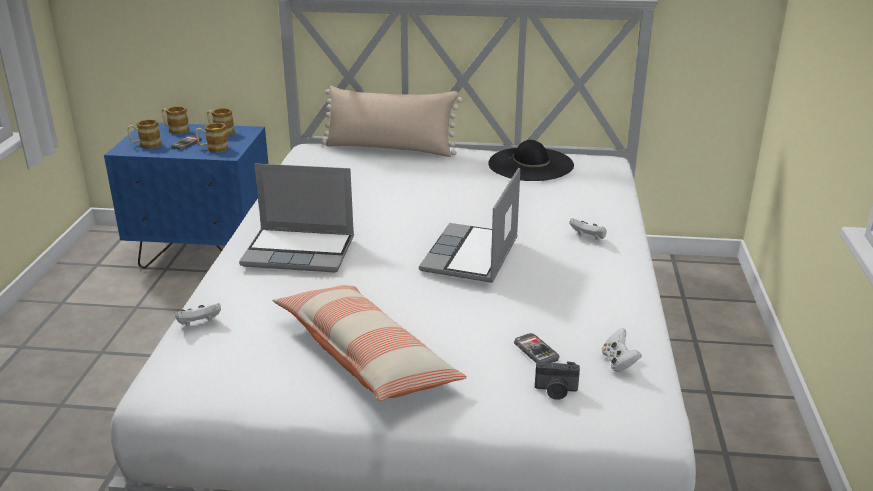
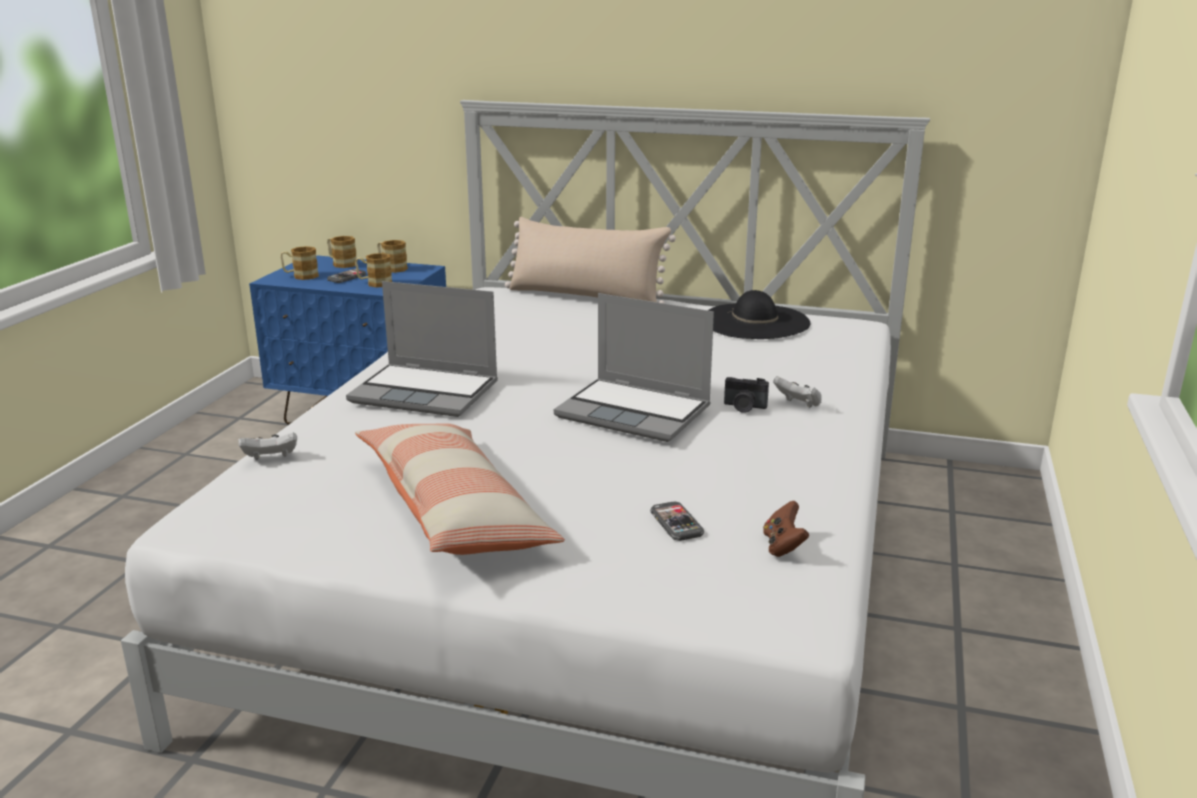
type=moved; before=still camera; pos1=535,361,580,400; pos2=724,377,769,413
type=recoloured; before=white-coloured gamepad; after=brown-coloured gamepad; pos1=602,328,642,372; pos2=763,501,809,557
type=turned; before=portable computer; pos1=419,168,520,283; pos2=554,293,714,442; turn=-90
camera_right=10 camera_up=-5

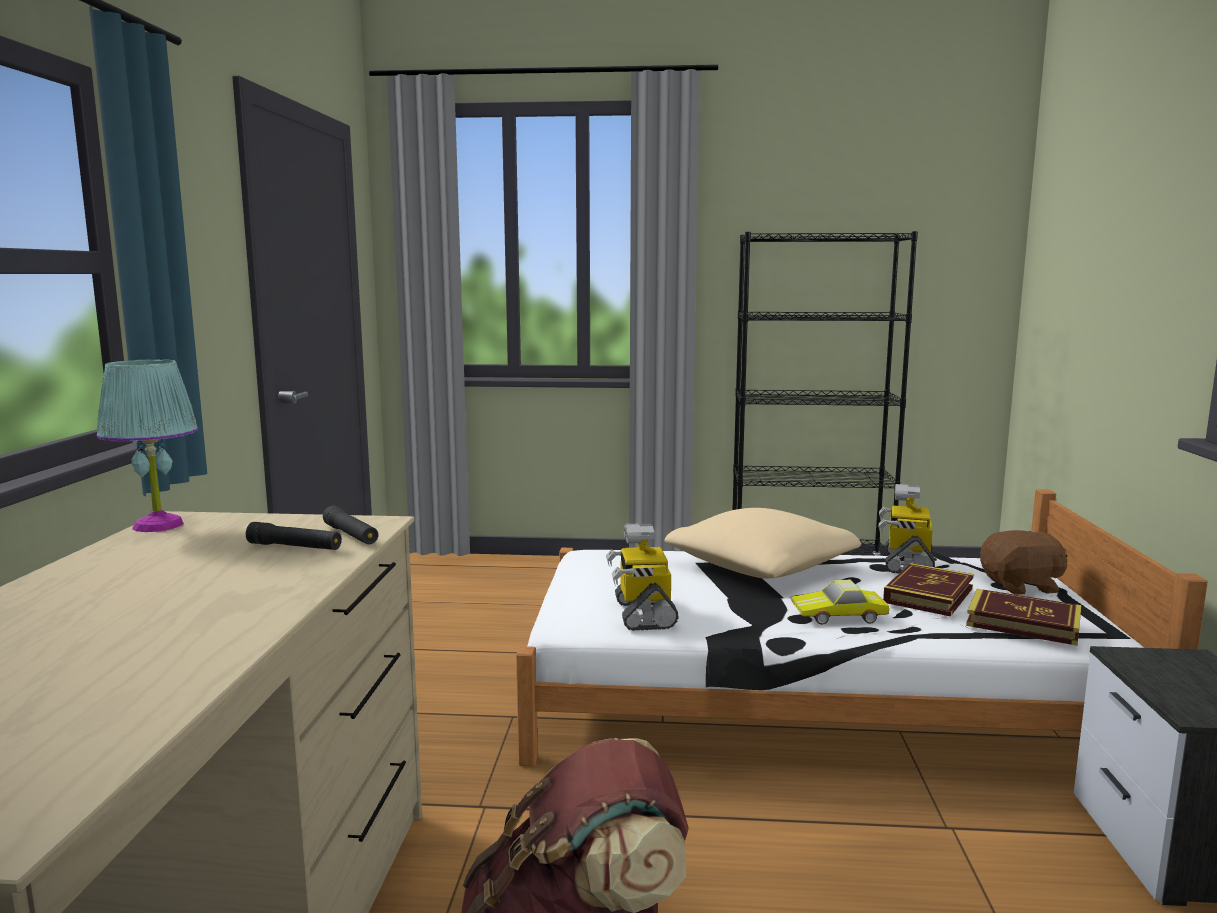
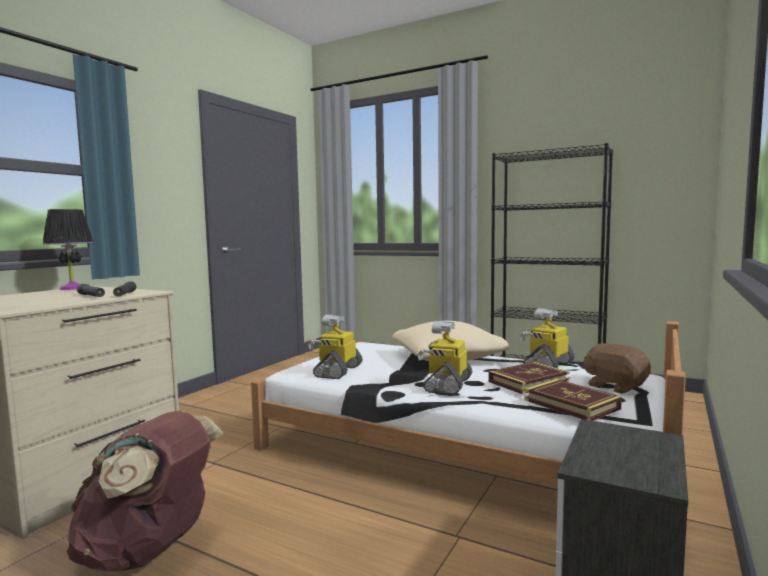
type=replaced; before=miniature car; after=robot figure; pos1=791,580,889,625; pos2=417,321,472,395
type=recoloured; before=blue-green table lamp; after=blackish table lamp; pos1=96,359,198,532; pos2=43,209,93,290
type=turned; before=brown-coloured cuddly toy; pos1=980,530,1067,595; pos2=583,343,651,394; turn=-150
camera_right=25 camera_up=-5

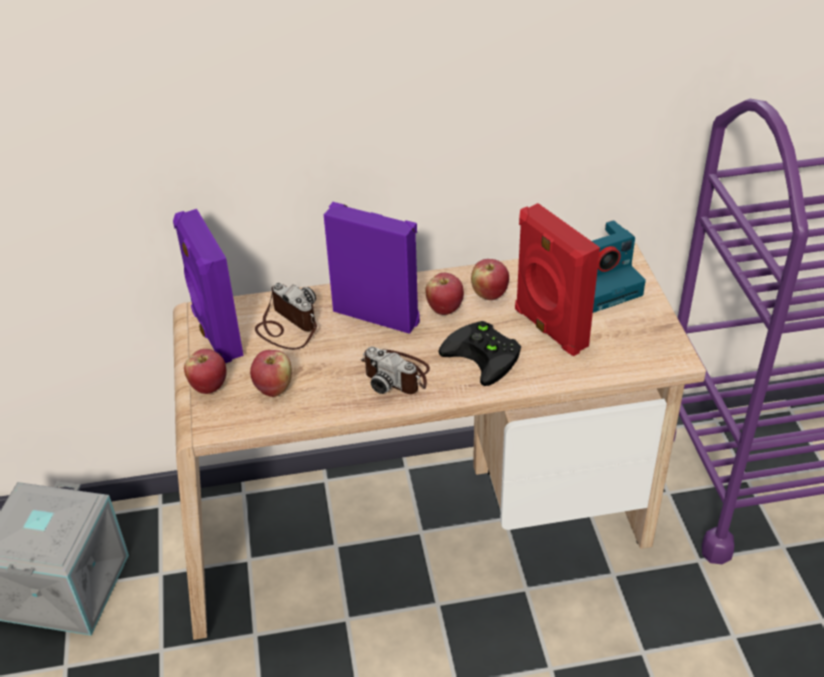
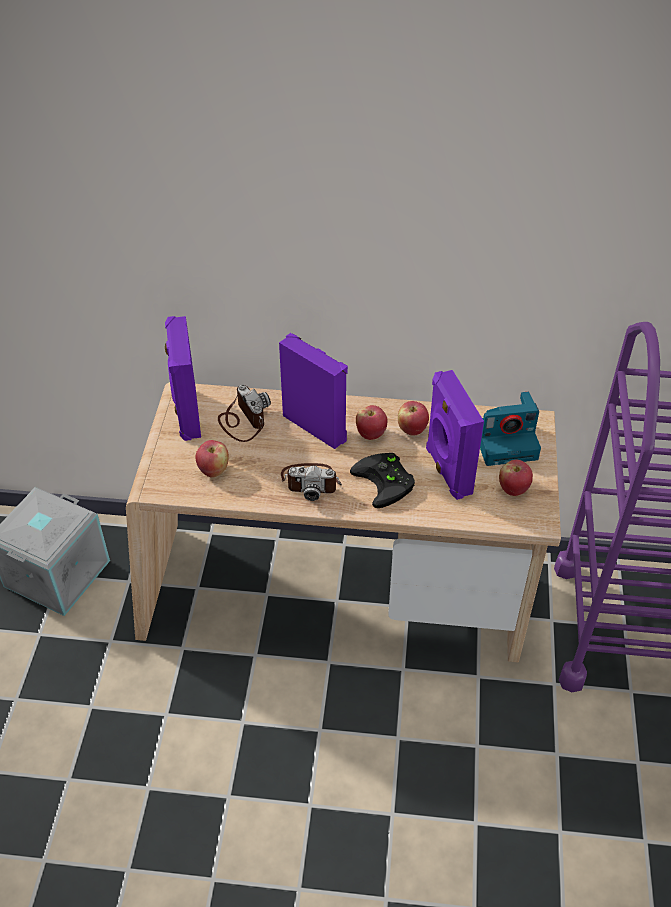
type=moved; before=apple fruit; pos1=184,349,227,394; pos2=499,460,533,496
type=recoloured; before=red speaker; after=purple-coloured speaker; pos1=515,203,600,356; pos2=426,370,484,500
type=turned; before=still camera; pos1=361,346,430,394; pos2=281,463,342,501; turn=-45
camera_right=15 camera_up=5

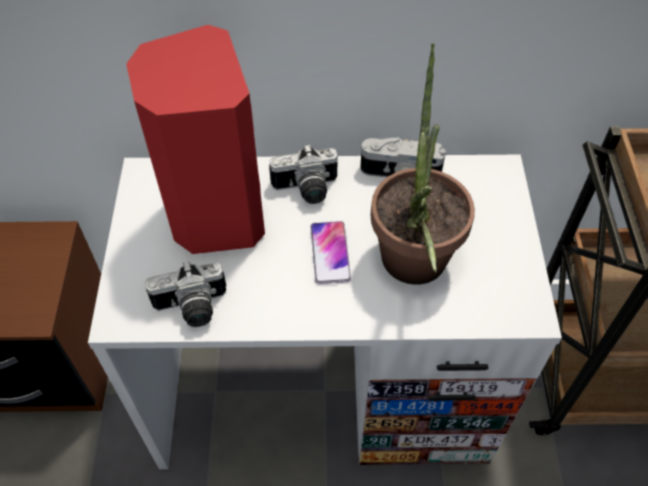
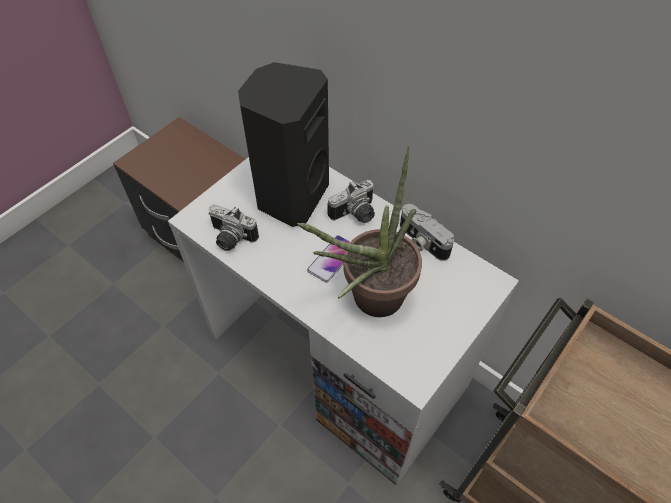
type=recoloured; before=red speaker; after=blackish speaker; pos1=126,25,265,254; pos2=238,62,329,227
type=turned; before=still camera; pos1=269,144,338,204; pos2=327,180,375,223; turn=-60
camera_right=40 camera_up=0

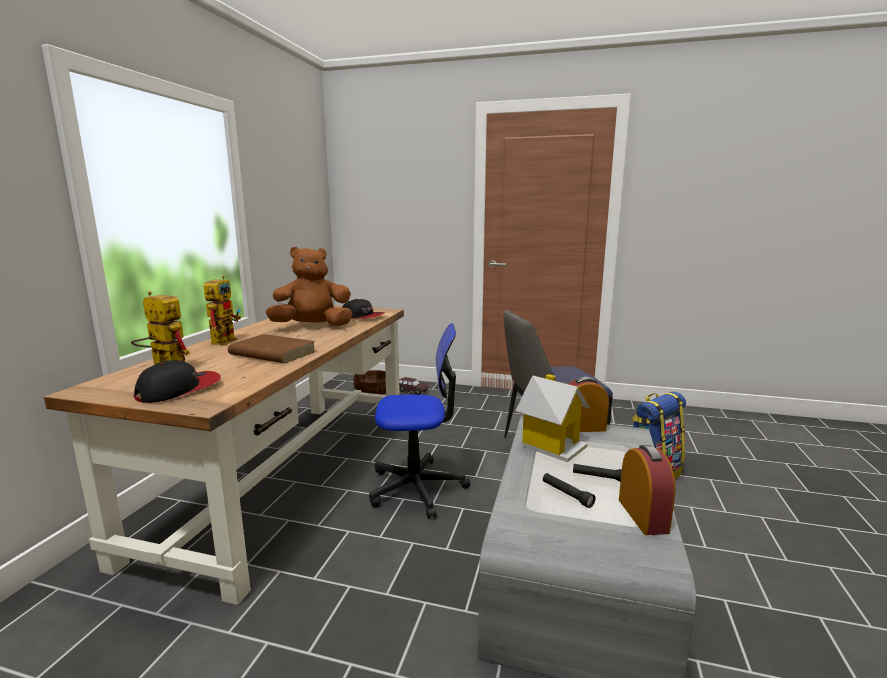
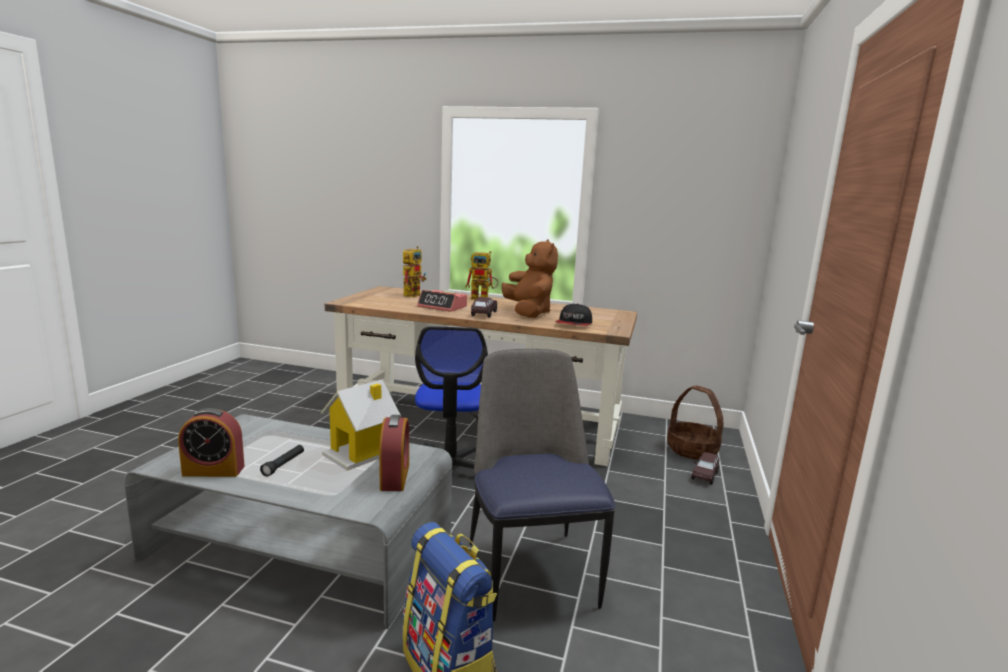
type=removed; before=cap; pos1=134,360,221,403
type=removed; before=blackish hand torch; pos1=543,473,596,508
type=added; after=brown-coloured miniature car; pos2=471,297,497,317
type=replaced; before=brown-coloured book; after=alarm clock; pos1=228,334,316,363; pos2=417,290,467,312
camera_right=90 camera_up=0

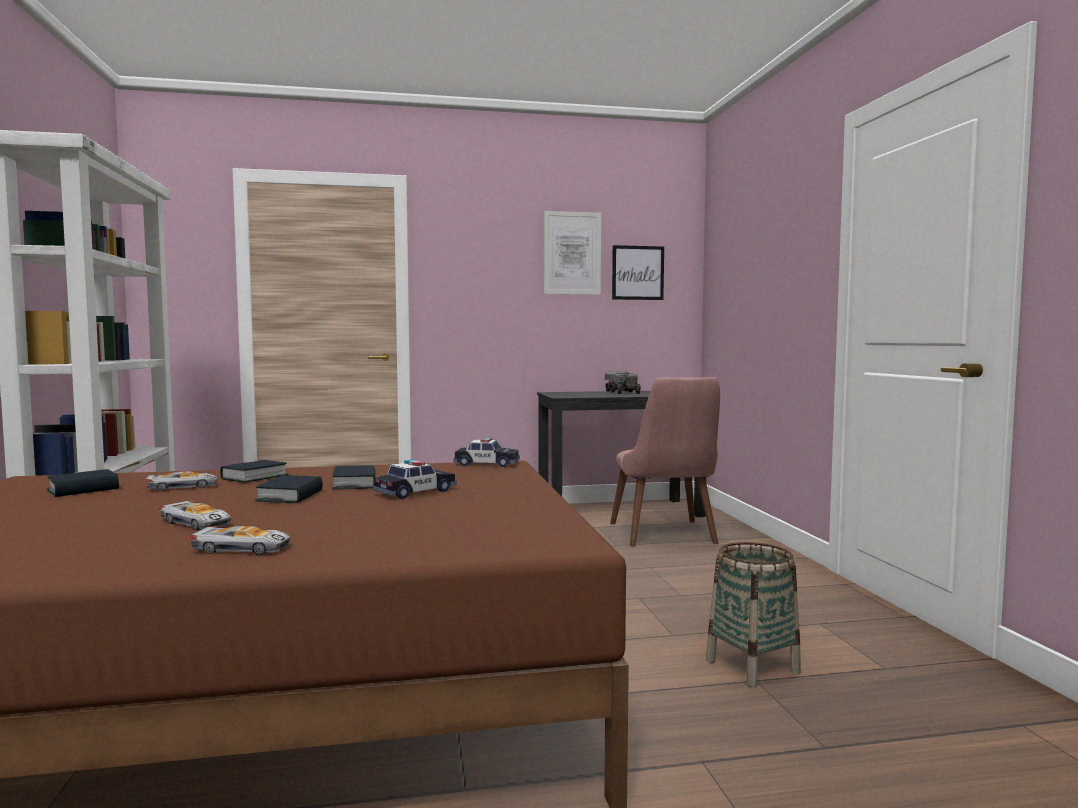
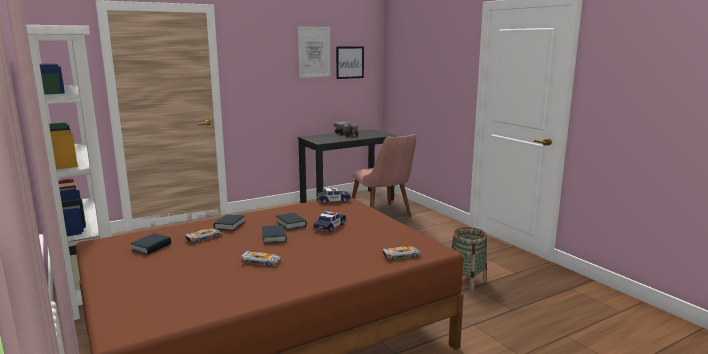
type=moved; before=miniature car; pos1=188,526,290,555; pos2=382,246,421,260
camera_right=-20 camera_up=10

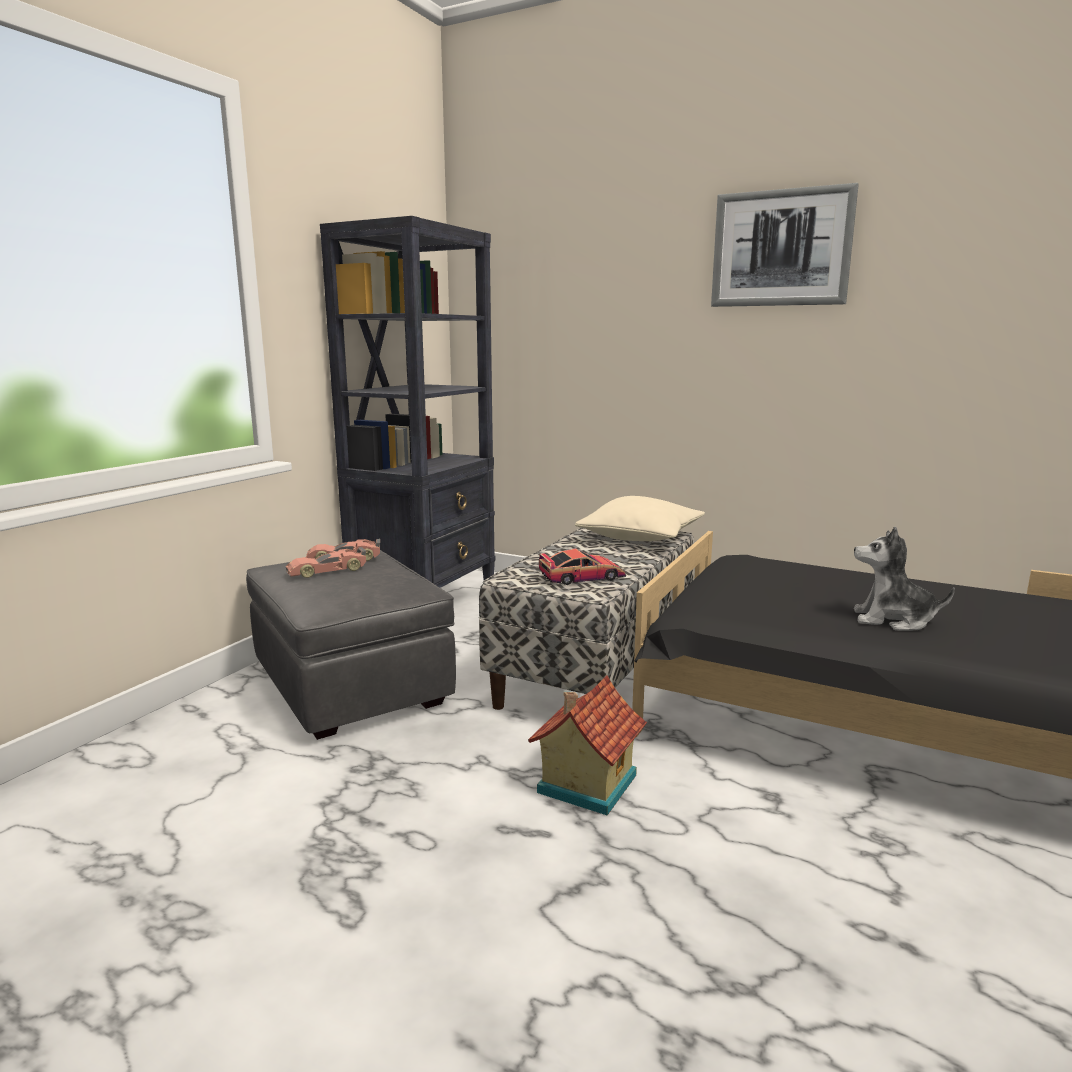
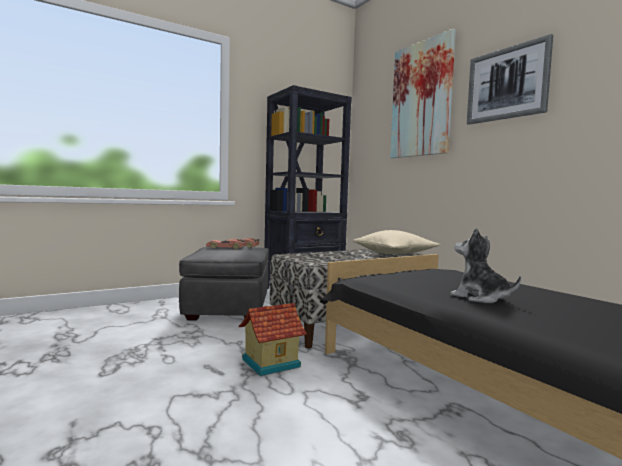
type=removed; before=miniature car; pos1=539,549,626,585
type=added; after=picture; pos2=390,29,456,158
camera_right=30 camera_up=-10

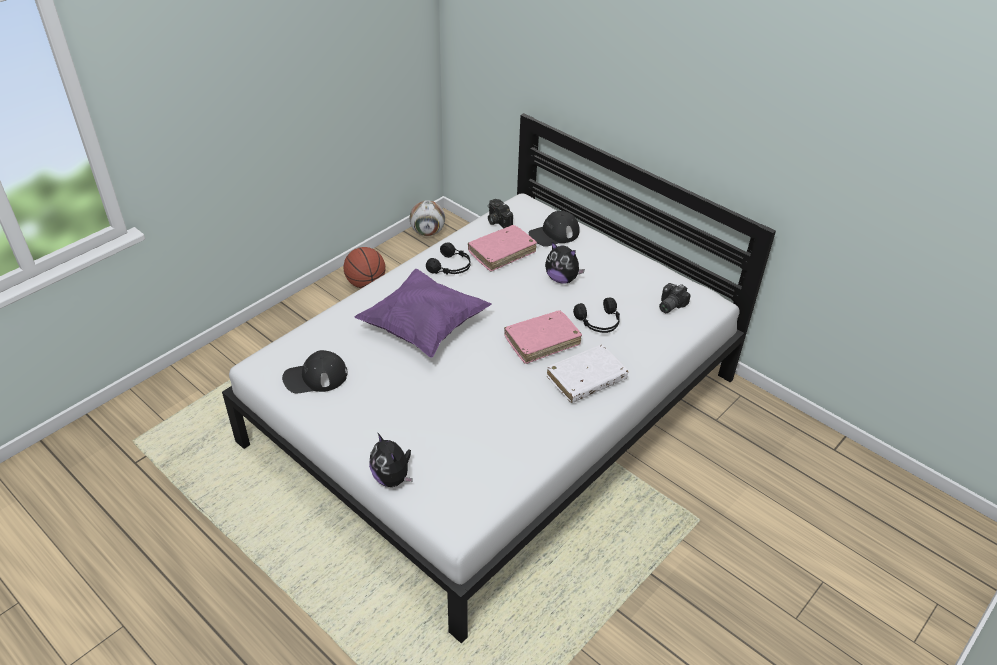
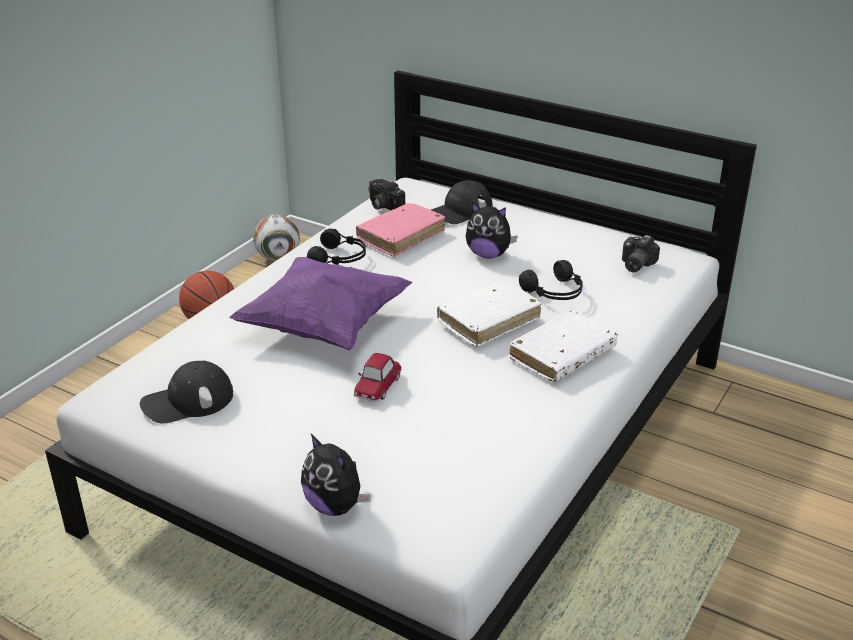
type=added; after=miniature car; pos2=354,353,402,402
type=recoloured; before=pink-coloured book; after=white-coloured book; pos1=504,310,582,364; pos2=437,281,542,347
camera_right=-10 camera_up=-10

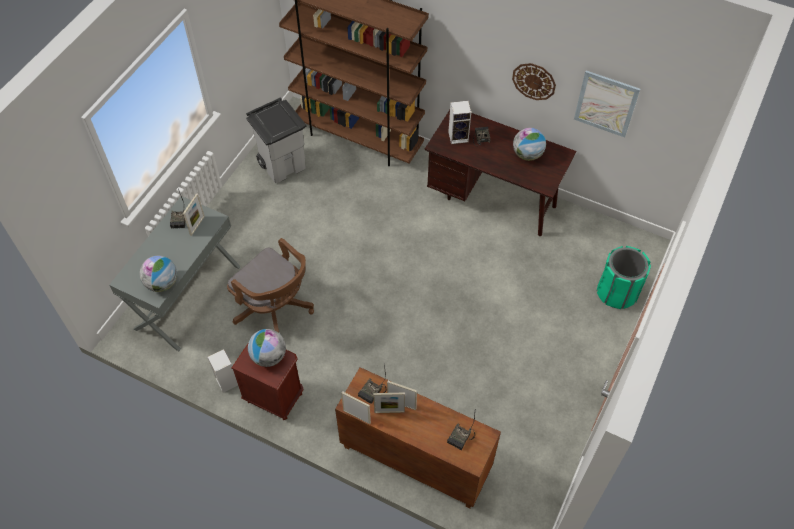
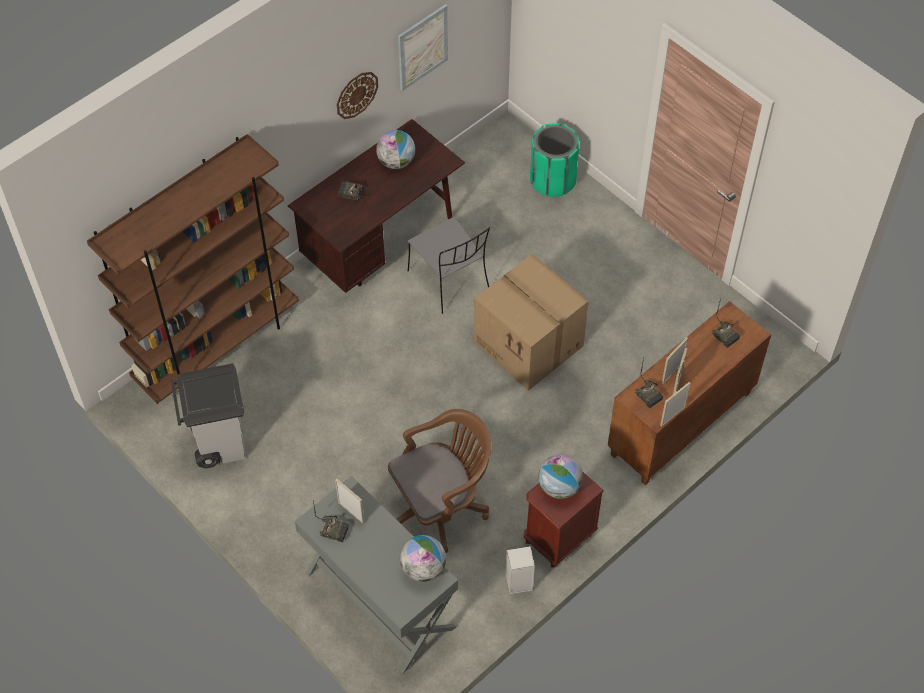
type=removed; before=speaker; pos1=449,101,471,144
type=added; after=grey plain chair; pos2=408,217,490,314
type=added; after=packing box; pos2=474,254,589,391
camera_right=-70 camera_up=0

